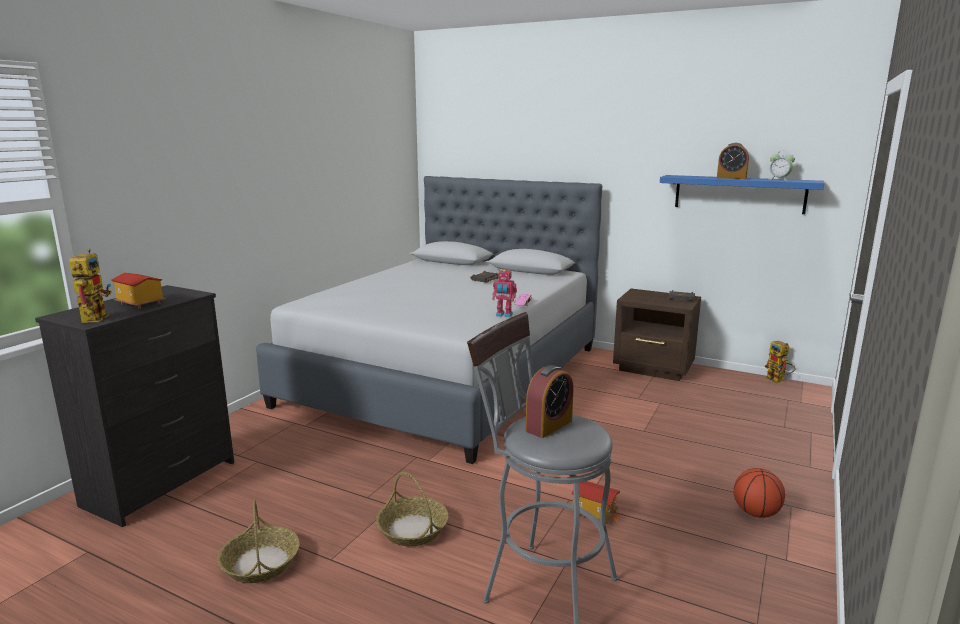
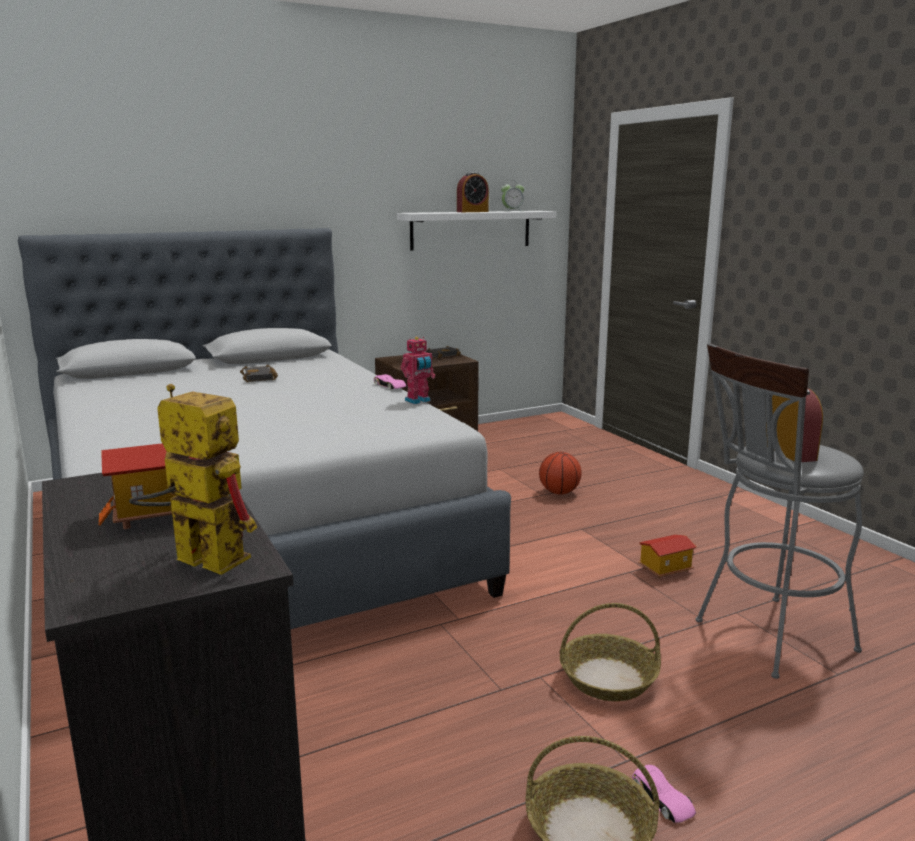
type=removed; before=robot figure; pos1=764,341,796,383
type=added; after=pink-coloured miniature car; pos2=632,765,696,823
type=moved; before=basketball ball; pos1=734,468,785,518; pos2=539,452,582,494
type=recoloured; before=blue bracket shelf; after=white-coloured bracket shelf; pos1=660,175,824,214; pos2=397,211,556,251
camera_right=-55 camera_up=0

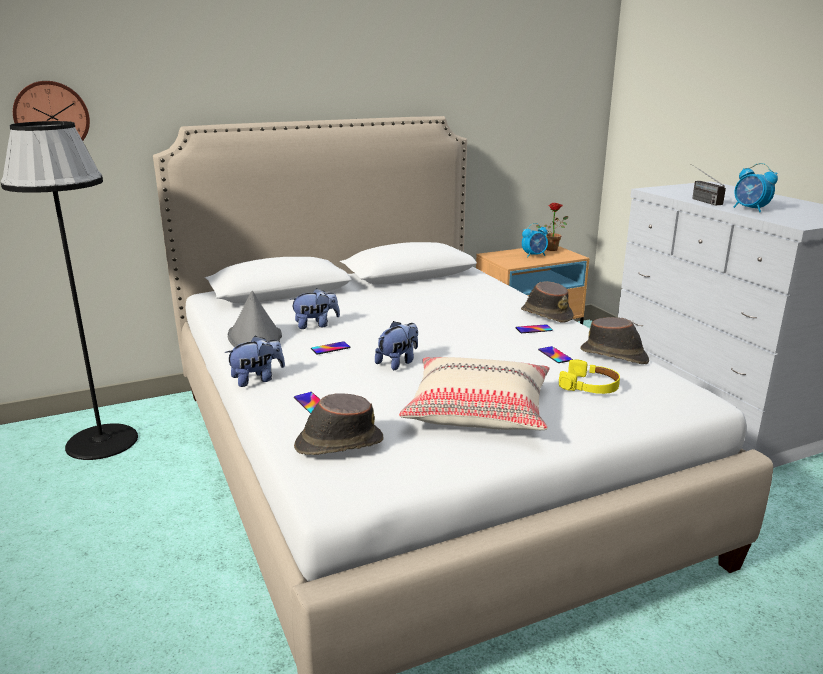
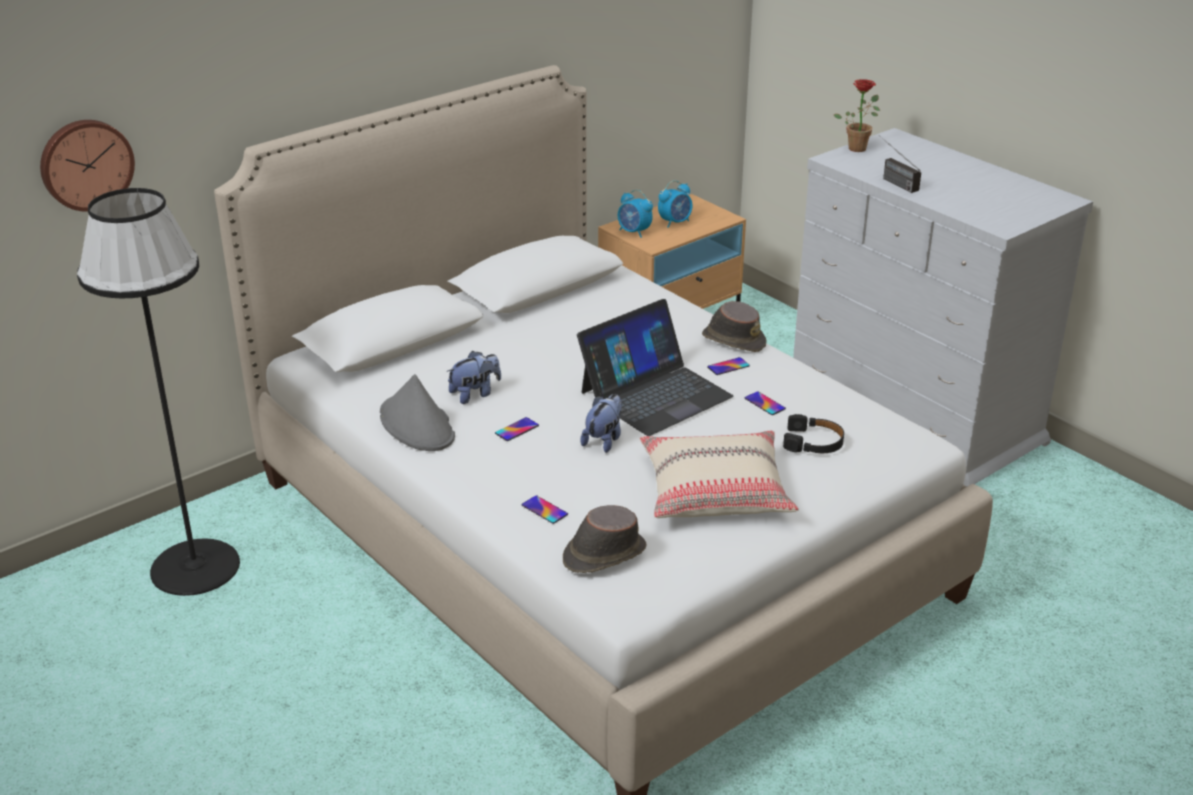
type=removed; before=cuddly toy; pos1=225,336,285,387
type=removed; before=brown-coloured wearable hat; pos1=580,317,649,364
type=added; after=portable computer; pos2=577,299,733,436
type=moved; before=houseplant; pos1=535,203,568,251; pos2=834,79,880,152
type=moved; before=alarm clock; pos1=733,163,778,212; pos2=618,190,653,237
type=recoloured; before=yellow-coloured pair of headphones; after=blackish pair of headphones; pos1=559,359,620,394; pos2=783,414,844,453
camera_right=-15 camera_up=10

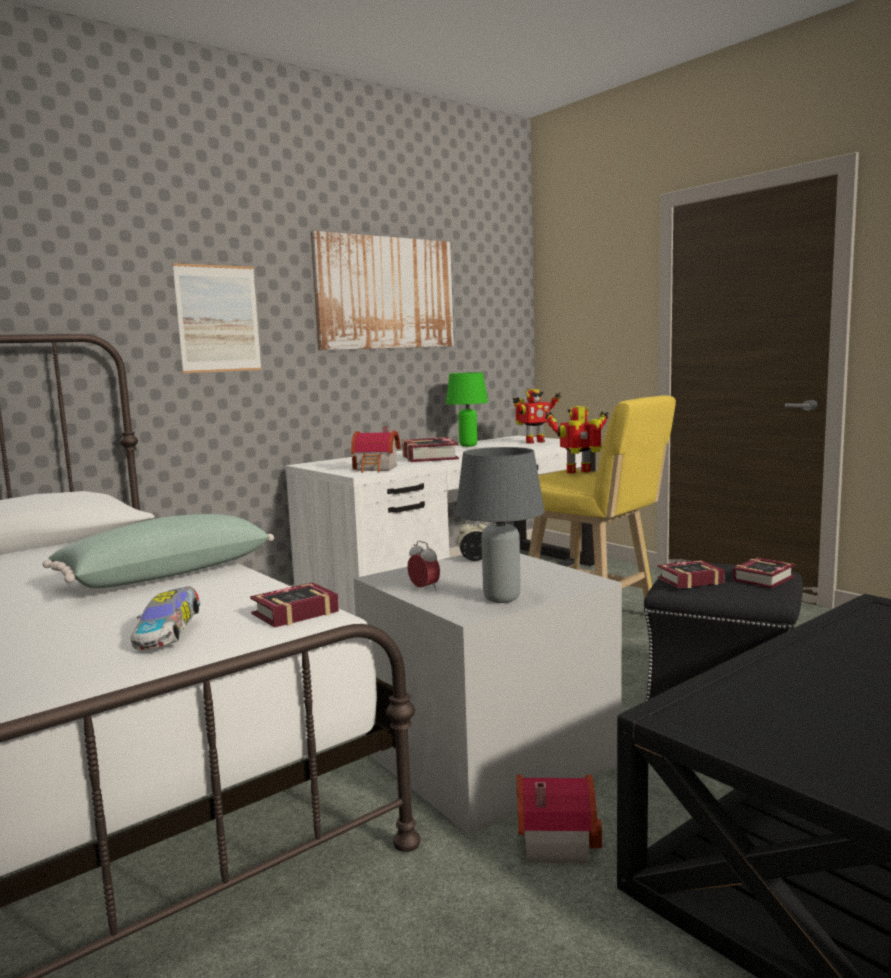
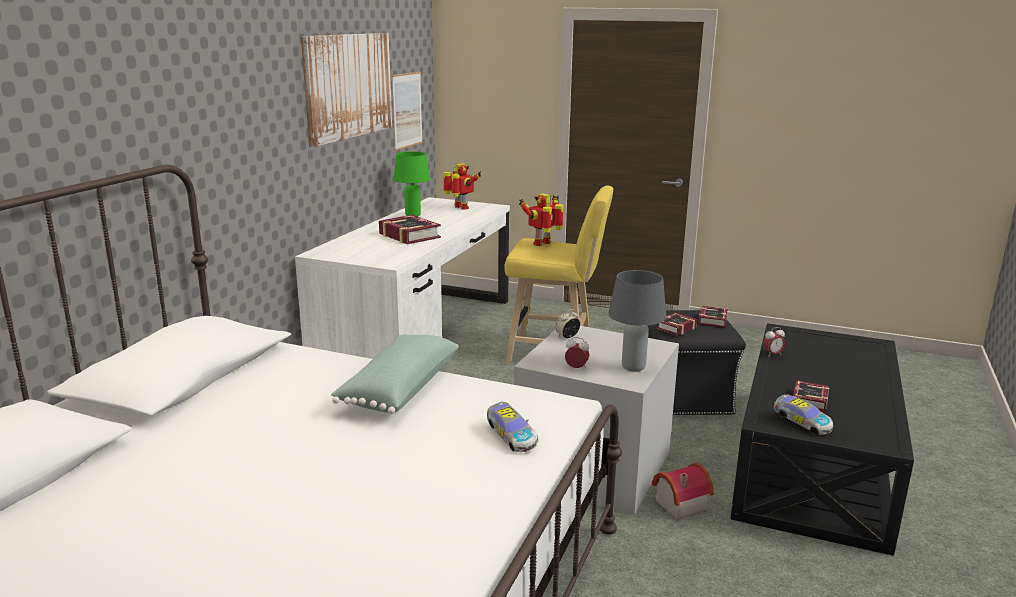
type=removed; before=toy house; pos1=351,427,401,473
type=added; after=alarm clock; pos2=763,327,785,357
type=added; after=miniature car; pos2=774,394,833,435
type=moved; before=picture; pos1=172,263,262,373; pos2=392,72,423,151
type=moved; before=book; pos1=250,582,339,628; pos2=793,380,829,412
type=turned; before=robot figure; pos1=513,389,561,444; pos2=443,163,481,210; turn=-75
camera_right=-30 camera_up=10

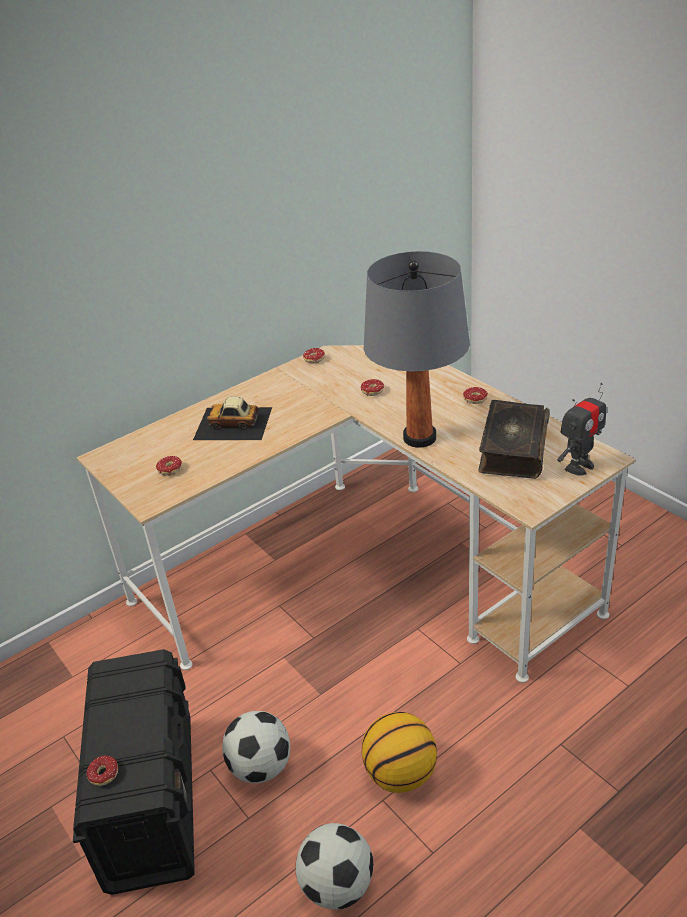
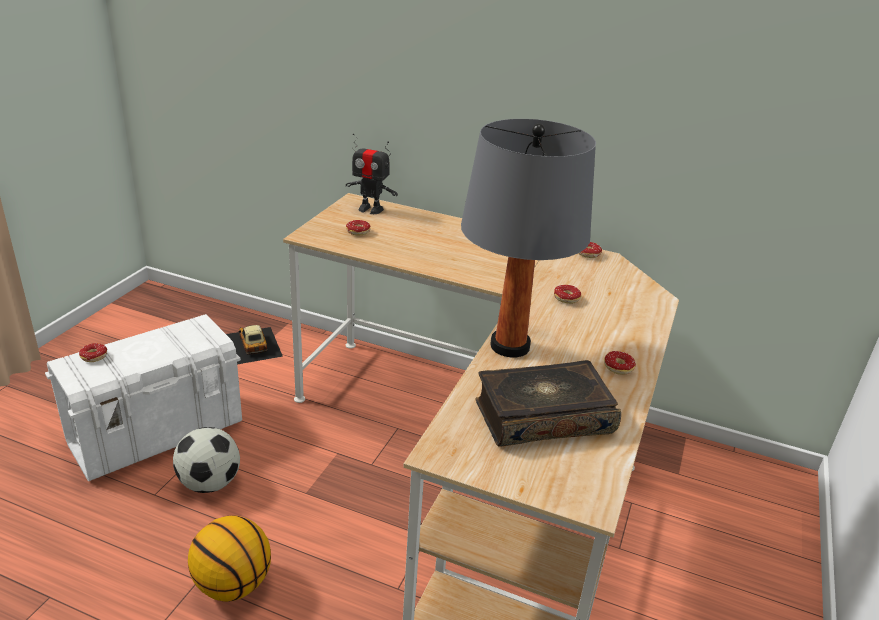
type=removed; before=football; pos1=296,823,373,910
type=moved; before=miniature car; pos1=193,396,272,440; pos2=226,325,283,364
type=moved; before=robot figure; pos1=558,383,606,476; pos2=346,133,398,214
type=recoloured; before=blackish storage container; after=white-coloured storage container; pos1=73,649,195,895; pos2=45,314,242,481
camera_right=55 camera_up=-5

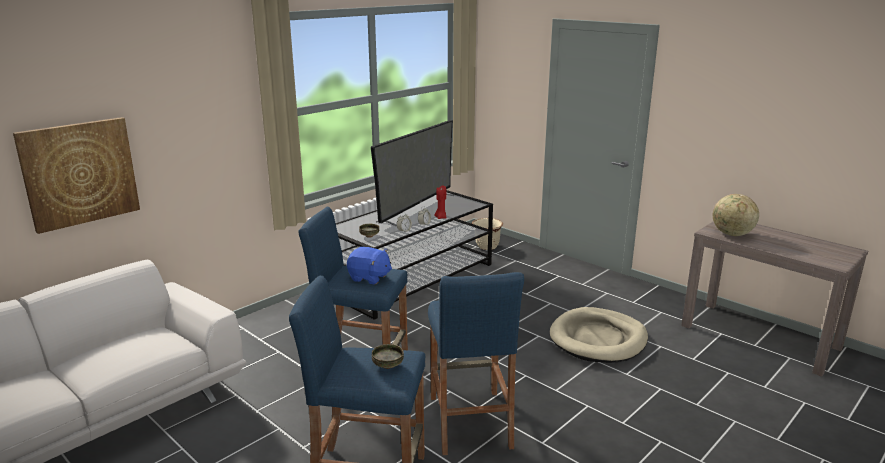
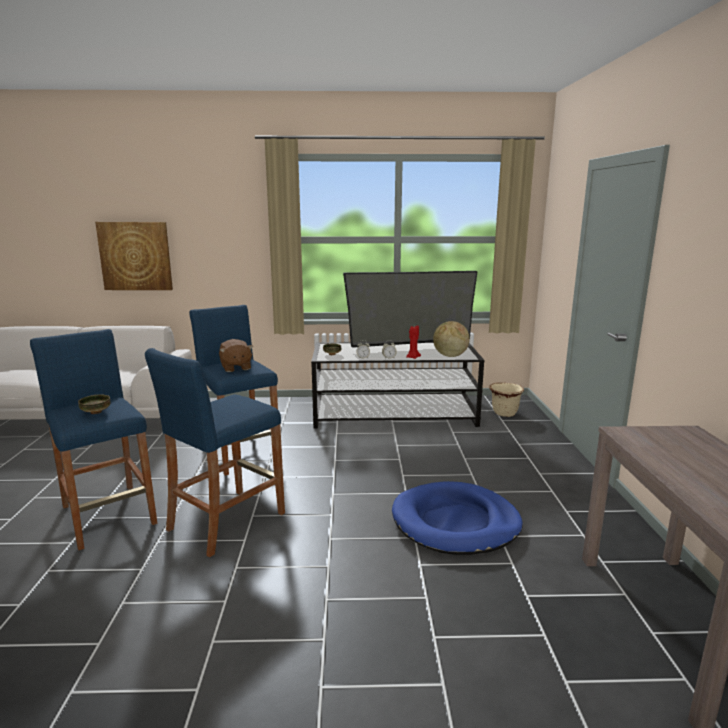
type=moved; before=globe; pos1=713,194,759,236; pos2=433,321,470,357
type=recoloured; before=blue cuddly toy; after=brown-coloured cuddly toy; pos1=347,247,392,284; pos2=219,339,253,372
type=recoloured; before=beige-coloured dog bed; after=blue dog bed; pos1=550,307,648,363; pos2=392,481,523,555
camera_right=45 camera_up=-5

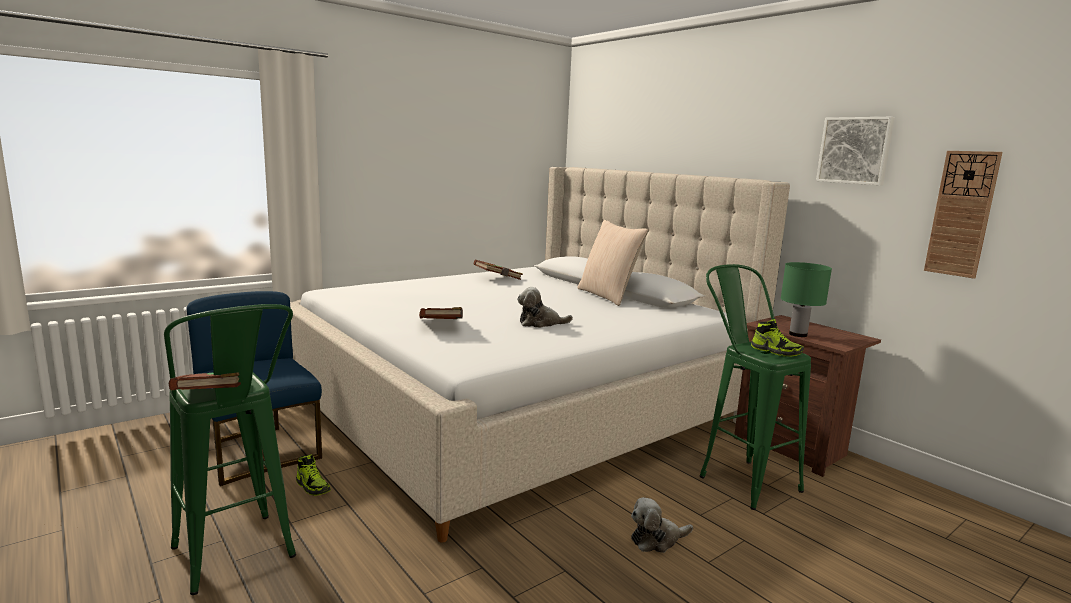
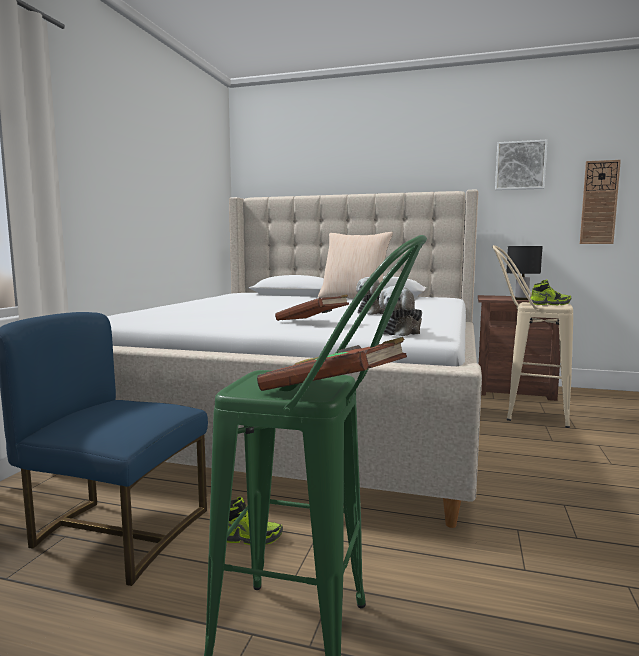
type=removed; before=brown-coloured book; pos1=474,260,523,280
type=moved; before=cuddly toy; pos1=631,497,693,553; pos2=379,286,422,336
type=recoloured; before=green-coloured sitting stool; after=beige-coloured sitting stool; pos1=700,264,811,510; pos2=492,245,573,428
type=recoloured; before=green-coloured table lamp; after=blackish table lamp; pos1=781,262,832,337; pos2=507,246,543,300
camera_right=-35 camera_up=-5

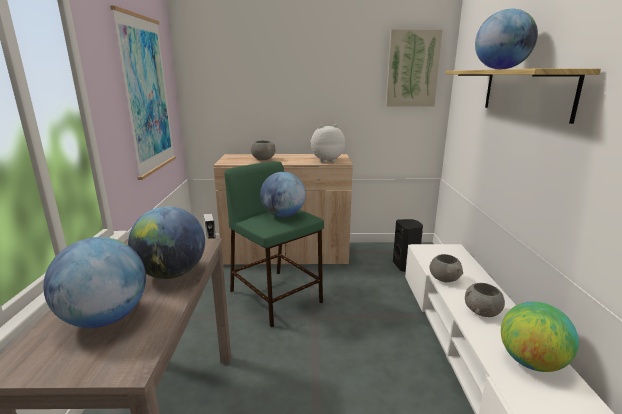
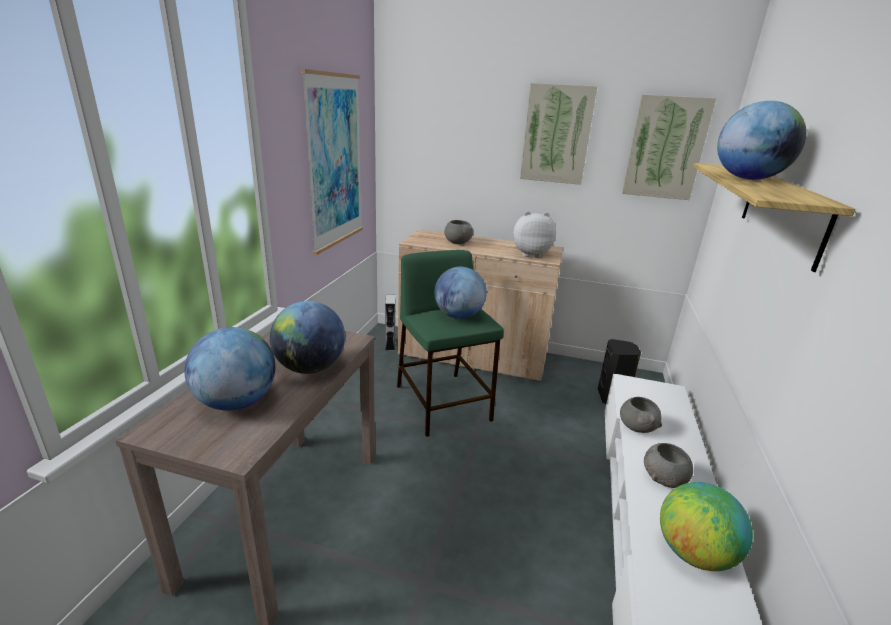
type=added; after=picture; pos2=520,83,597,185
camera_right=15 camera_up=5

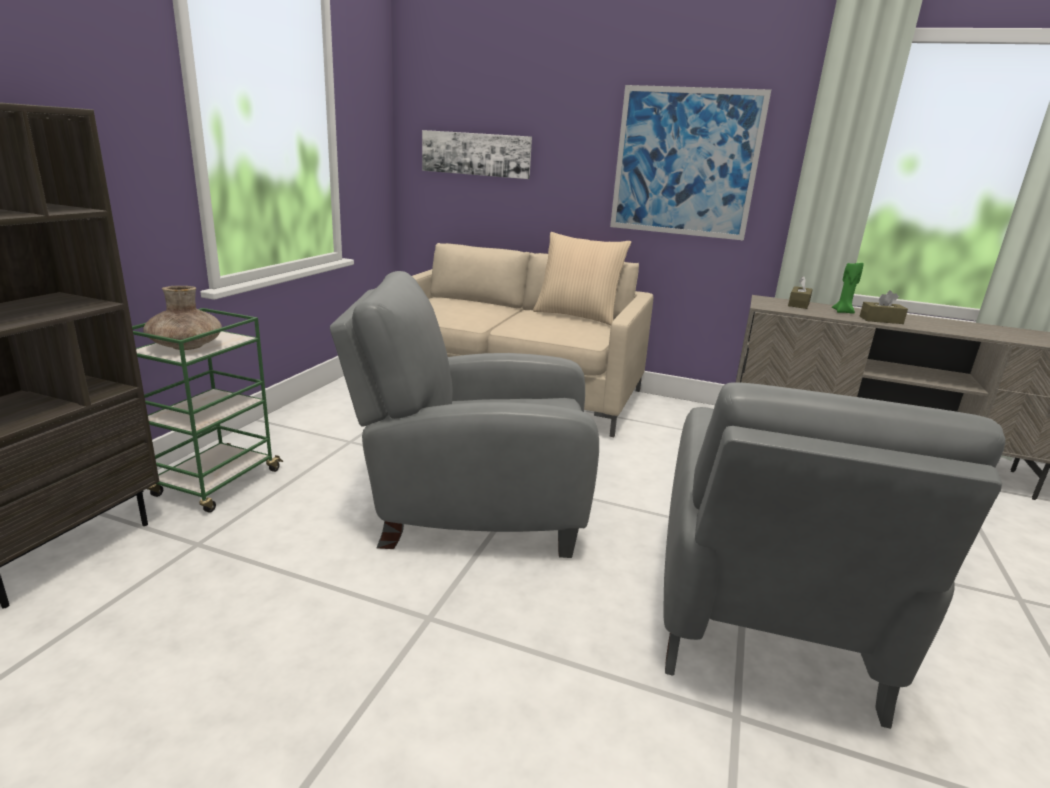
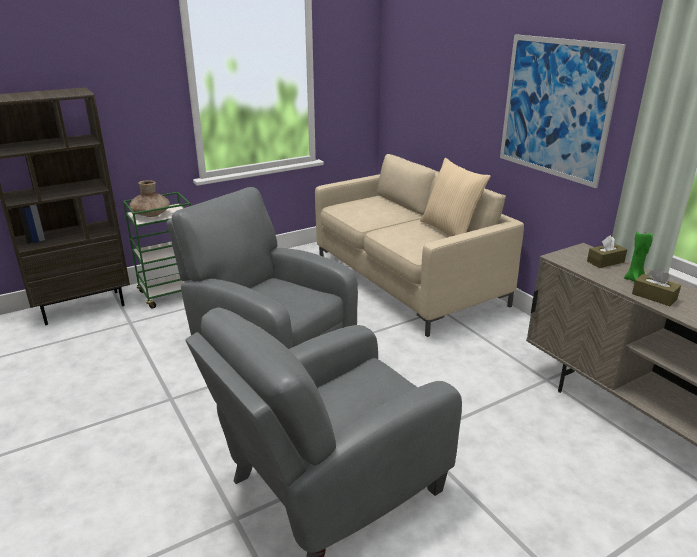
type=removed; before=picture; pos1=422,130,532,179
camera_right=40 camera_up=5

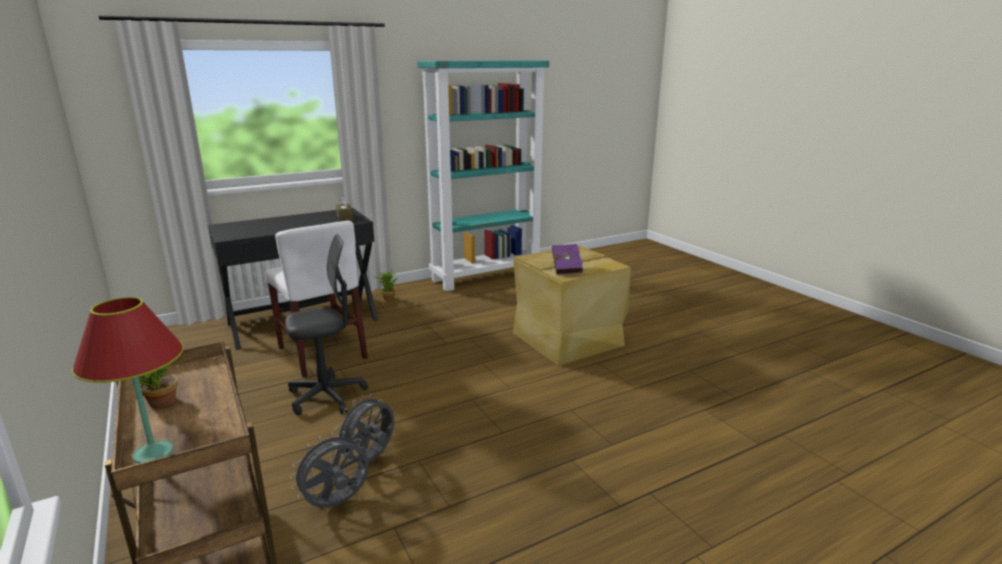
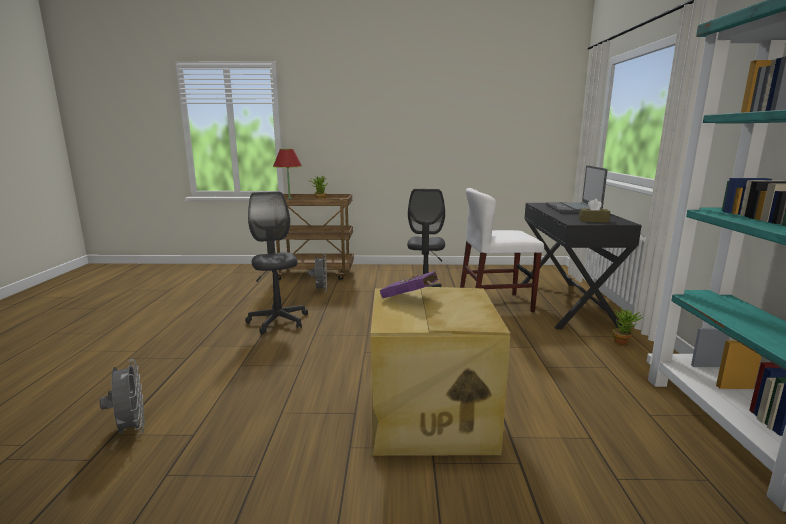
type=added; after=grey office chair; pos2=245,191,308,334
type=added; after=portable computer; pos2=546,165,607,213
type=moved; before=grey electric fan; pos1=334,394,394,464; pos2=100,359,145,435
camera_right=120 camera_up=-5

